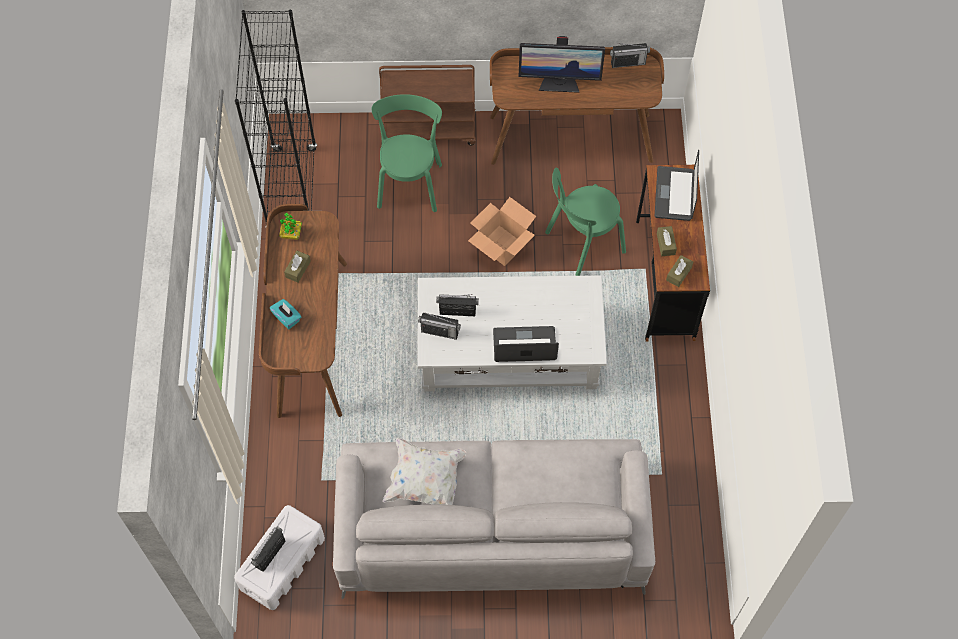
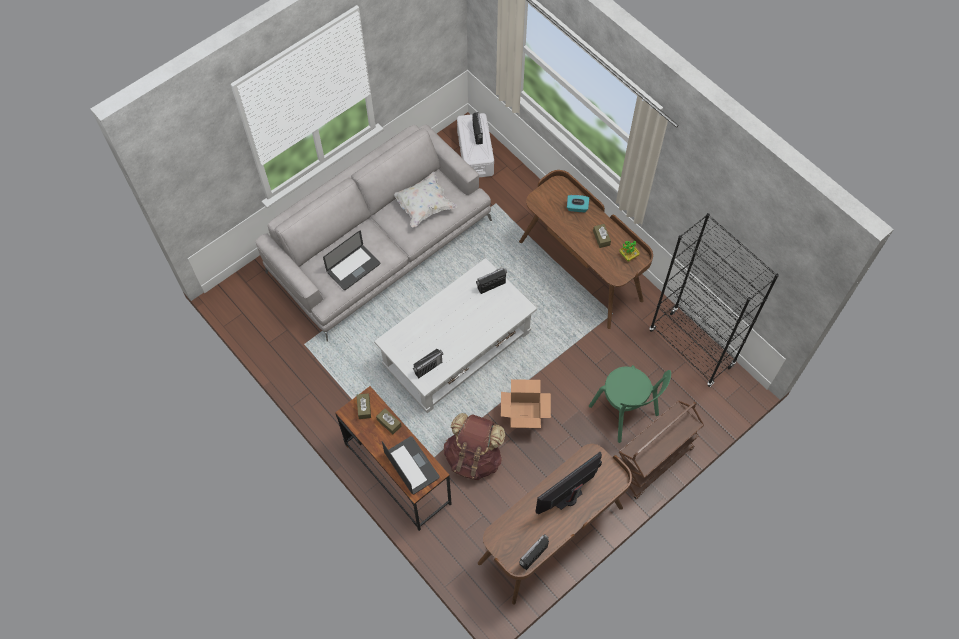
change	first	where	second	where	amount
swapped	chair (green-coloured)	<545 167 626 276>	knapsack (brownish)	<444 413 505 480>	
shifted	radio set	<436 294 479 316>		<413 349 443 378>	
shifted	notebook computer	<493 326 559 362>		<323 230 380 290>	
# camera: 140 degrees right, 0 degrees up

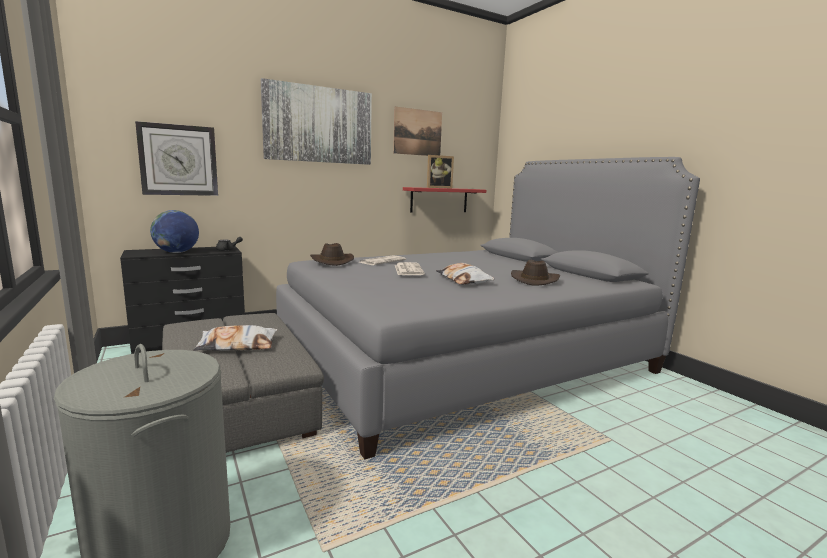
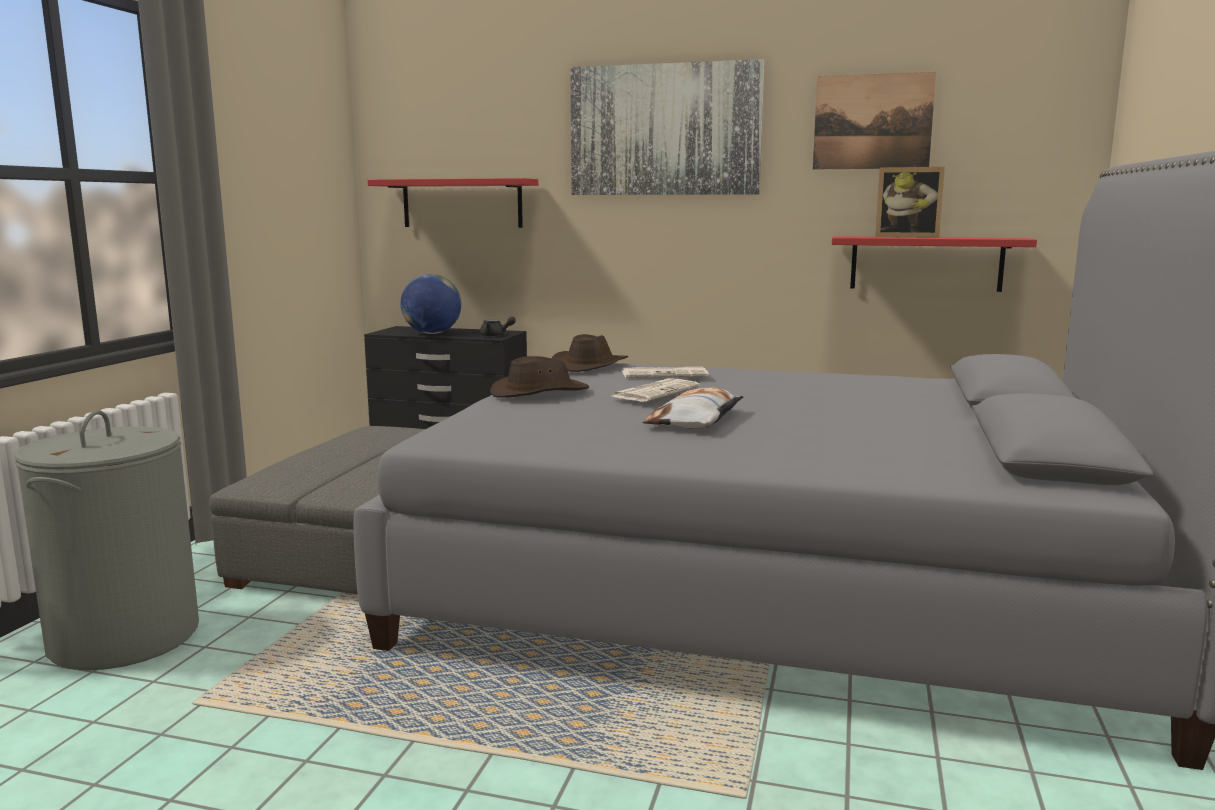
change	first	where	second	where	amount
swapped	hanging clock	<135 121 218 196>	bracket shelf (red)	<368 178 538 228>	
shifted	wearable hat (brownish)	<511 260 560 286>		<490 356 589 398>	
gone	throw pillow	<193 325 278 351>			
# camera: 45 degrees right, 0 degrees up

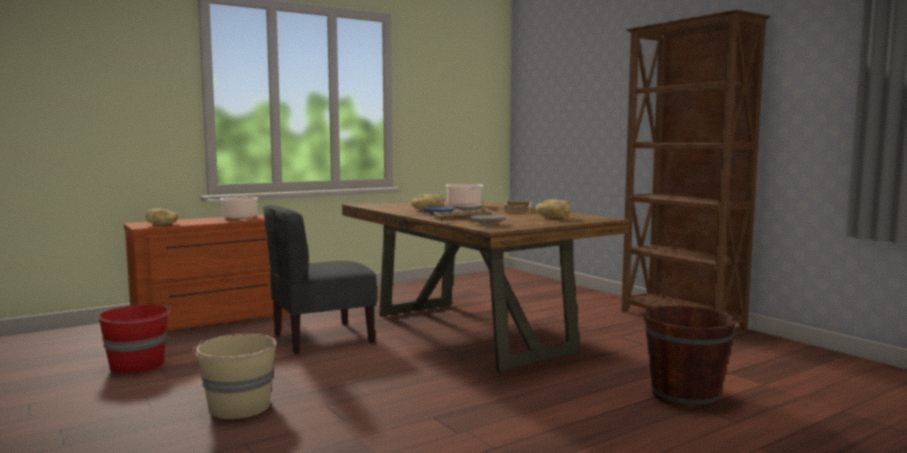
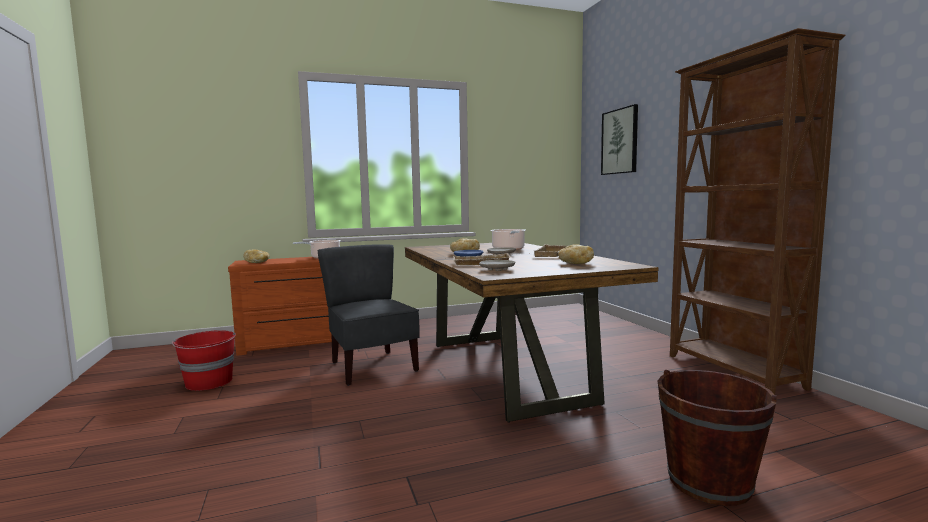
change	first	where	second	where	amount
rotated	chair (grey)	<263 205 377 354>		<317 244 419 386>	75 degrees clockwise
gone	pail (beige-coloured)	<193 334 276 419>			
new			wall art	<601 104 638 175>	
# camera: 15 degrees right, 0 degrees up

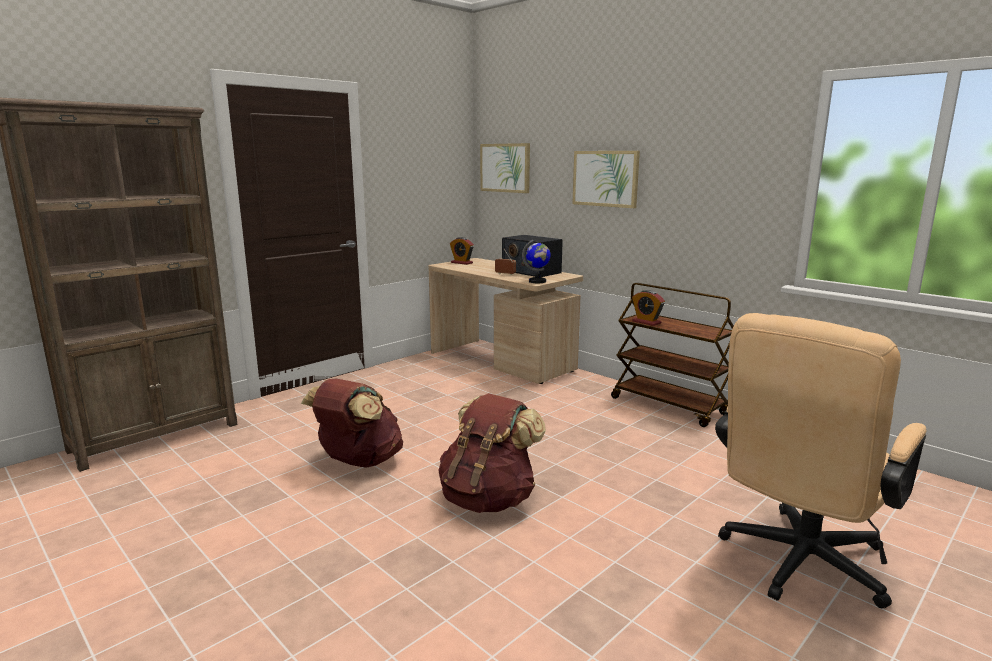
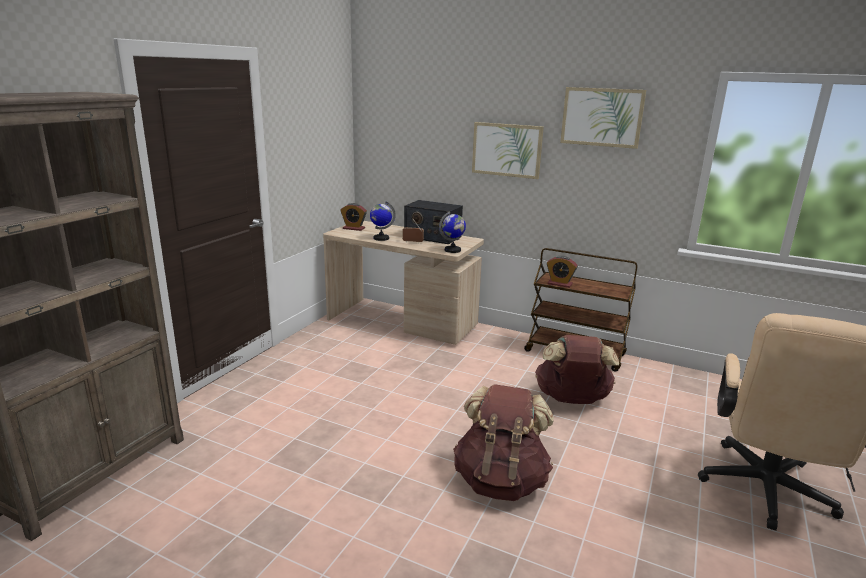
change	first	where	second	where	amount
shifted	wall art	<480 143 530 193>		<560 87 646 149>	
shifted	knapsack (brownish)	<301 379 403 468>		<535 335 619 404>	
new			globe	<370 201 396 241>	
# camera: 20 degrees left, 5 degrees up

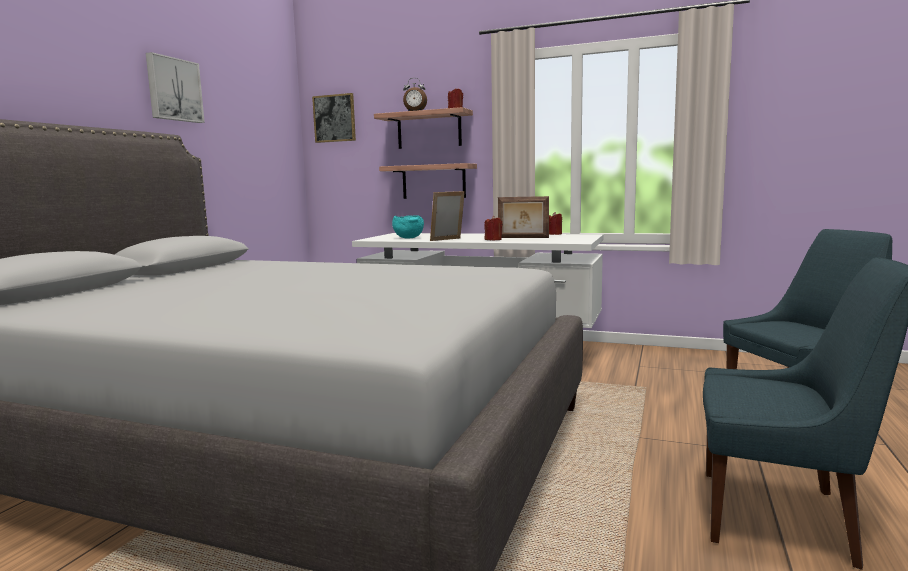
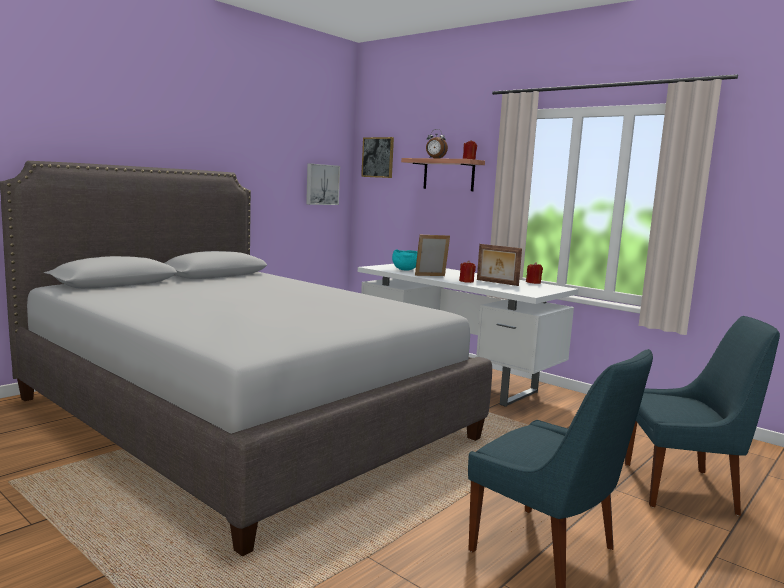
change	first	where	second	where	amount
shifted	wall art	<146 52 205 123>		<306 163 340 205>	
gone	bracket shelf	<379 163 477 199>			
# camera: 20 degrees right, 0 degrees up

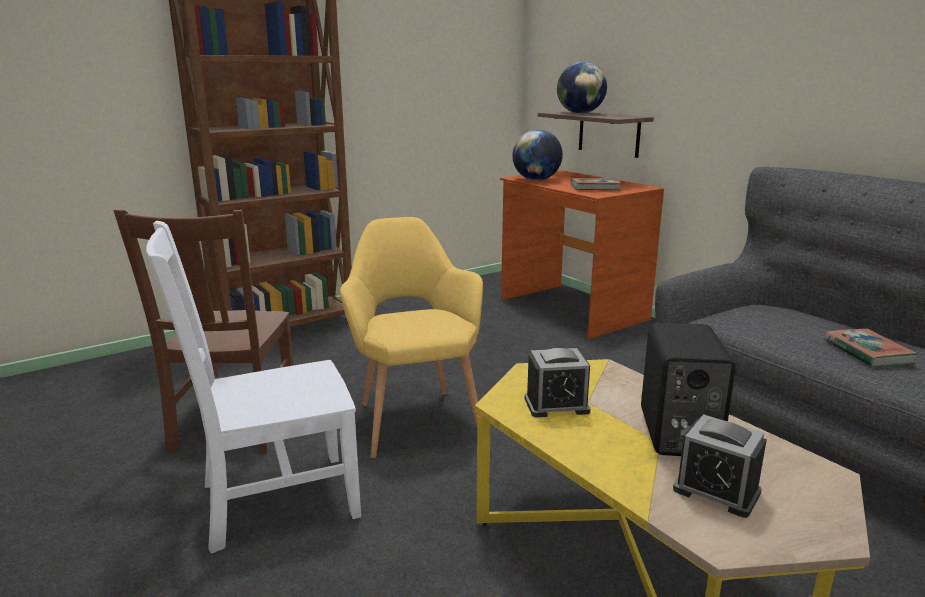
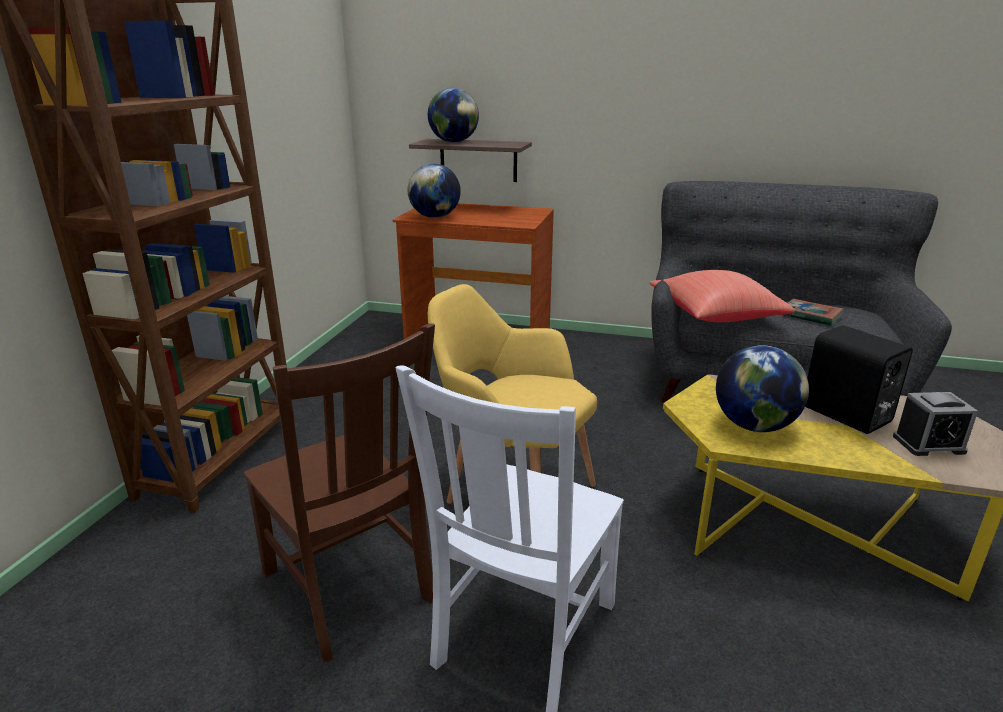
change	first	where	second	where	amount
gone	bound book	<571 178 621 190>			
swapped	table clock	<525 348 591 417>	globe	<716 345 809 432>	
new			throw pillow (red)	<649 270 795 322>	
# camera: 40 degrees left, 5 degrees up

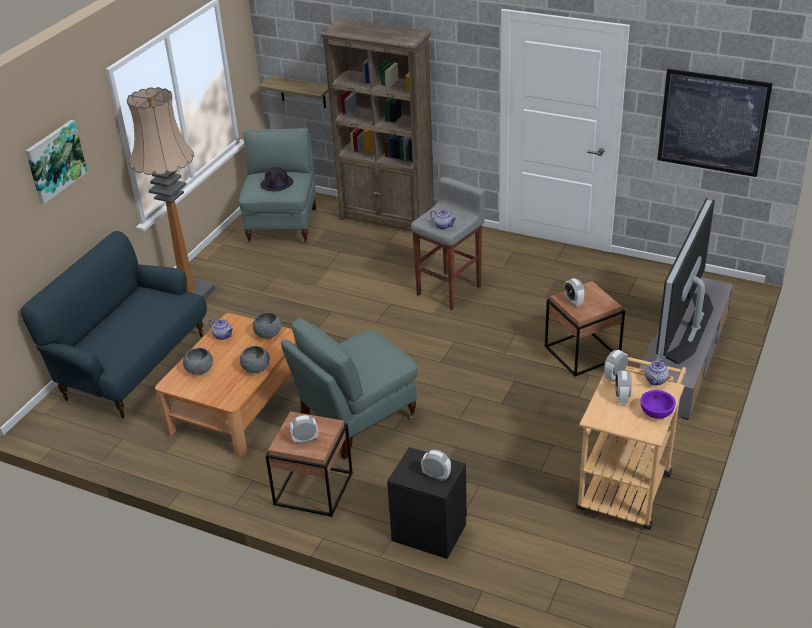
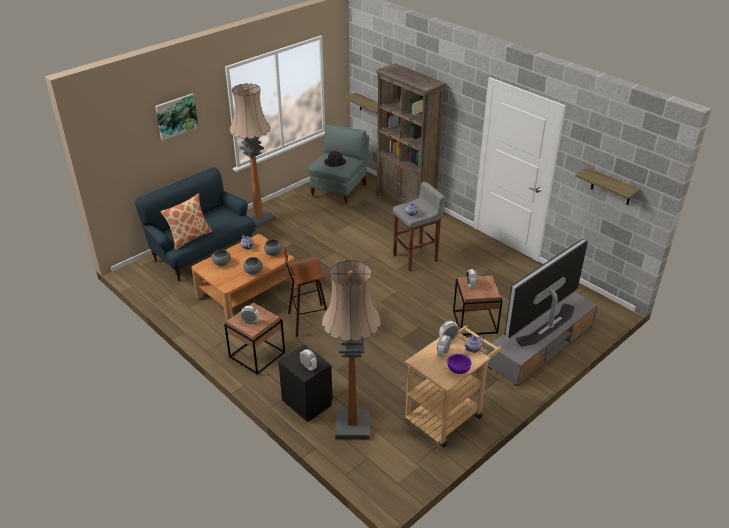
change	first	where	second	where	amount
swapped	wall art	<657 69 773 177>	bracket shelf	<575 167 640 205>	
swapped	armchair (grey)	<281 317 418 460>	stool	<283 247 327 337>	
new			throw pillow	<160 193 212 250>	
new			floor lamp	<322 260 381 439>	
# camera: 20 degrees right, 0 degrees up

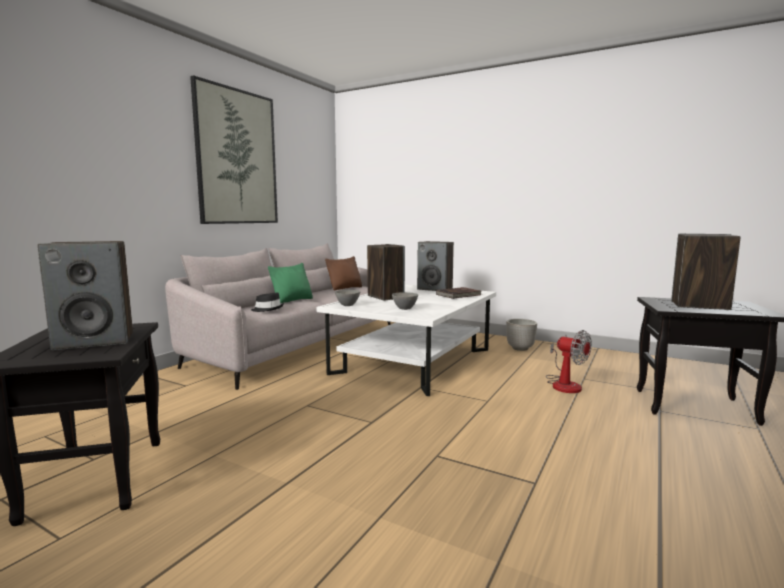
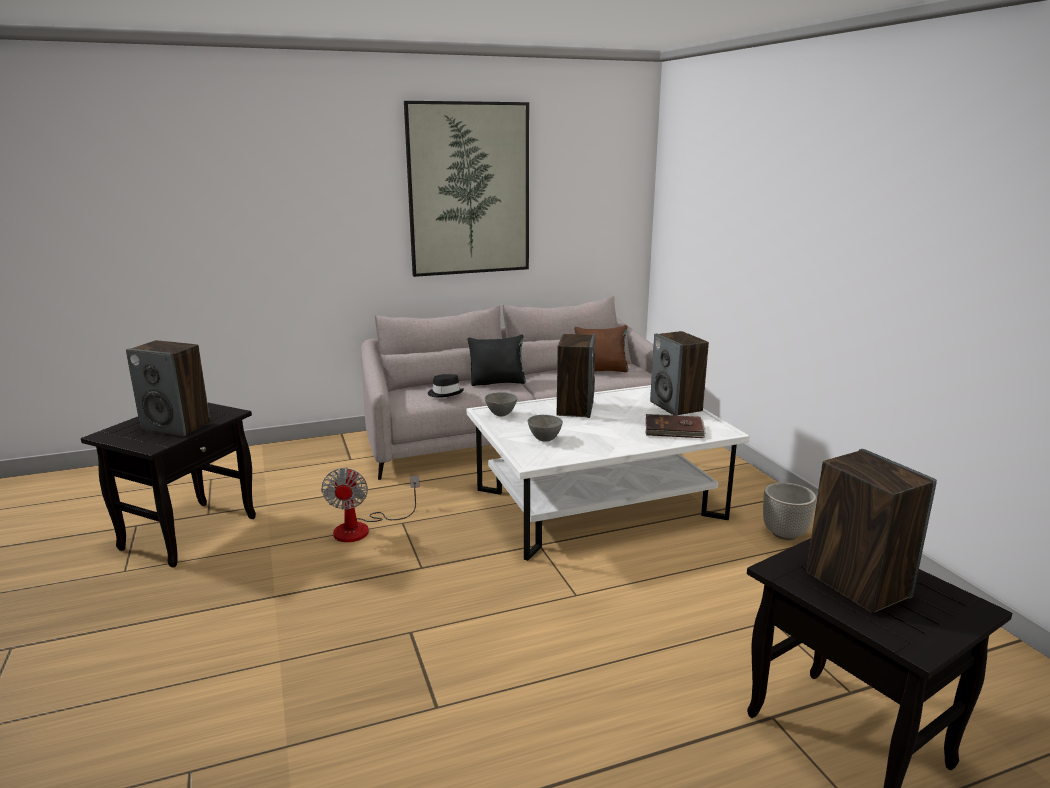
change	first	where	second	where	amount
repainted	throw pillow (green-coloured)	<268 263 313 303>	throw pillow (black)	<467 335 526 386>	
shifted	fan	<546 330 592 393>		<321 467 419 542>	
# camera: 40 degrees right, 10 degrees up

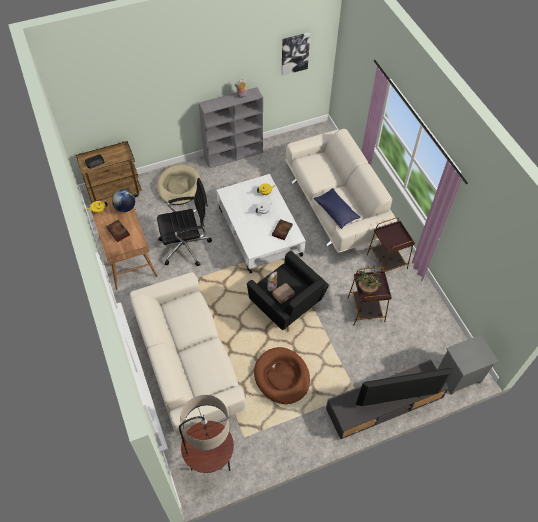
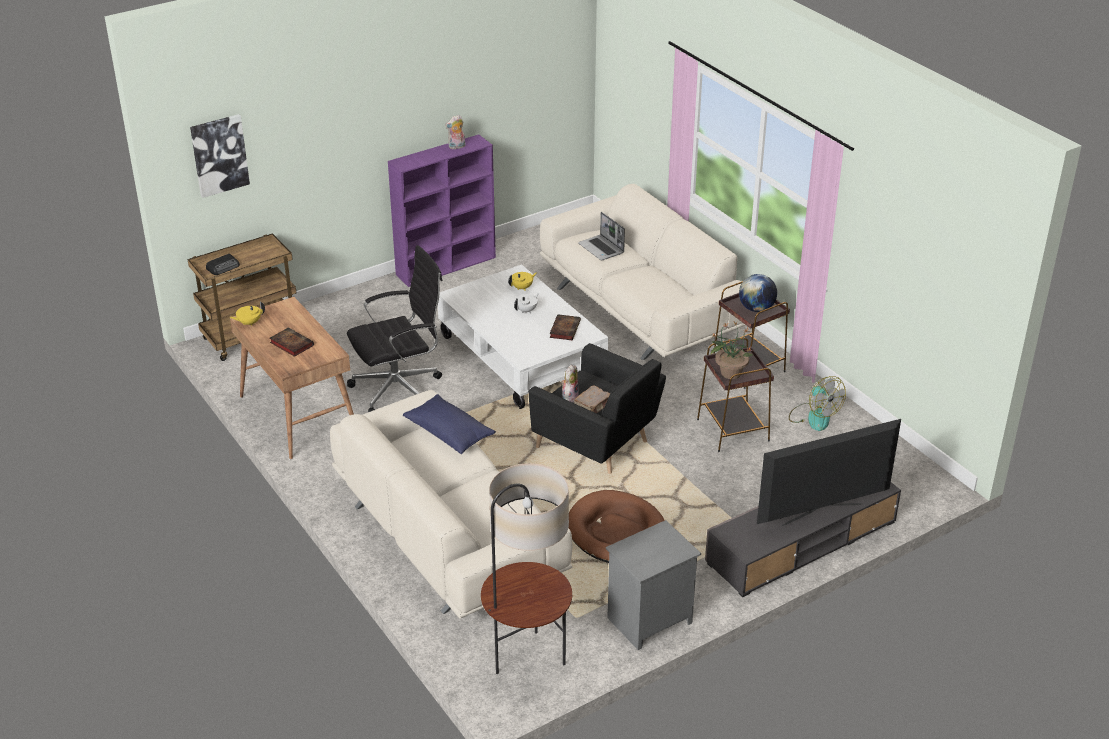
change	first	where	second	where	amount
shifted	wall art	<281 33 310 76>		<190 114 250 198>	
repainted	bookshelf (grey)	<199 87 263 168>	bookshelf (purple-coloured)	<388 134 496 287>	
gone	dog bed (beige-coloured)	<156 164 201 205>			
shifted	throw pillow (blue-coloured)	<314 188 361 229>		<403 394 496 454>	
shifted	globe	<112 189 135 212>		<739 274 777 312>	
shifted	bedside table (grey)	<437 335 499 395>		<606 520 701 650>	
new			notebook computer	<578 212 625 260>	
new			fan	<789 376 846 431>	
# camera: 10 degrees left, 20 degrees down

